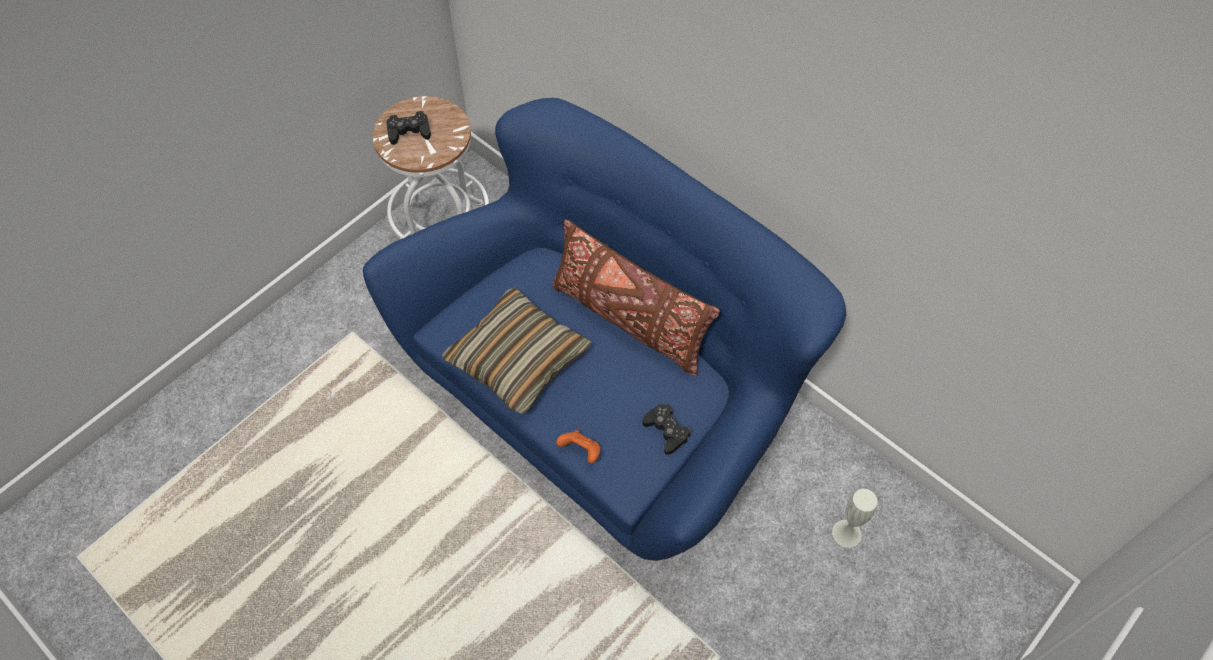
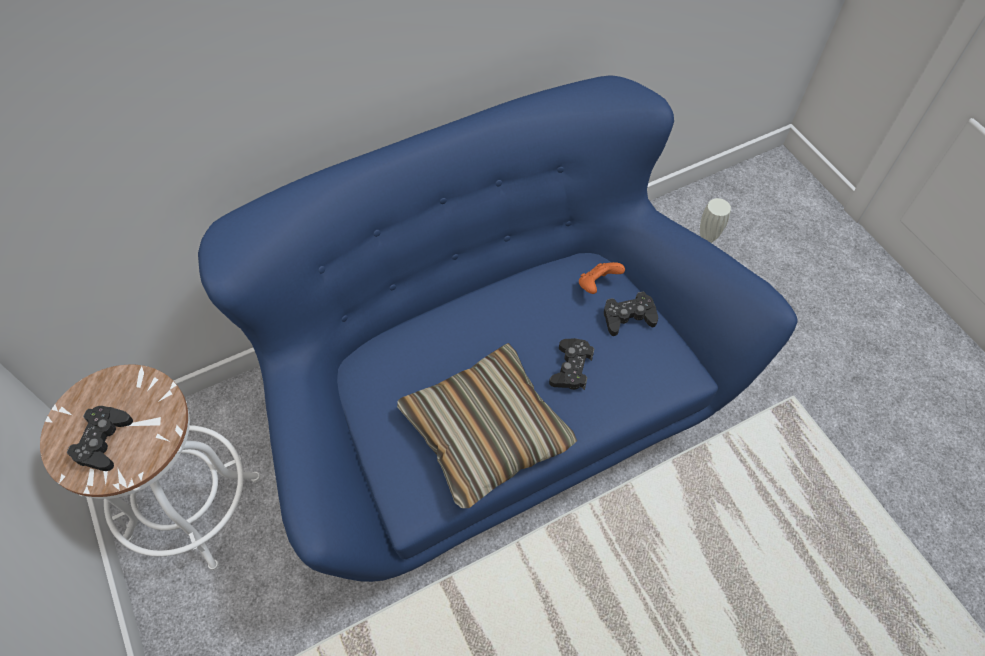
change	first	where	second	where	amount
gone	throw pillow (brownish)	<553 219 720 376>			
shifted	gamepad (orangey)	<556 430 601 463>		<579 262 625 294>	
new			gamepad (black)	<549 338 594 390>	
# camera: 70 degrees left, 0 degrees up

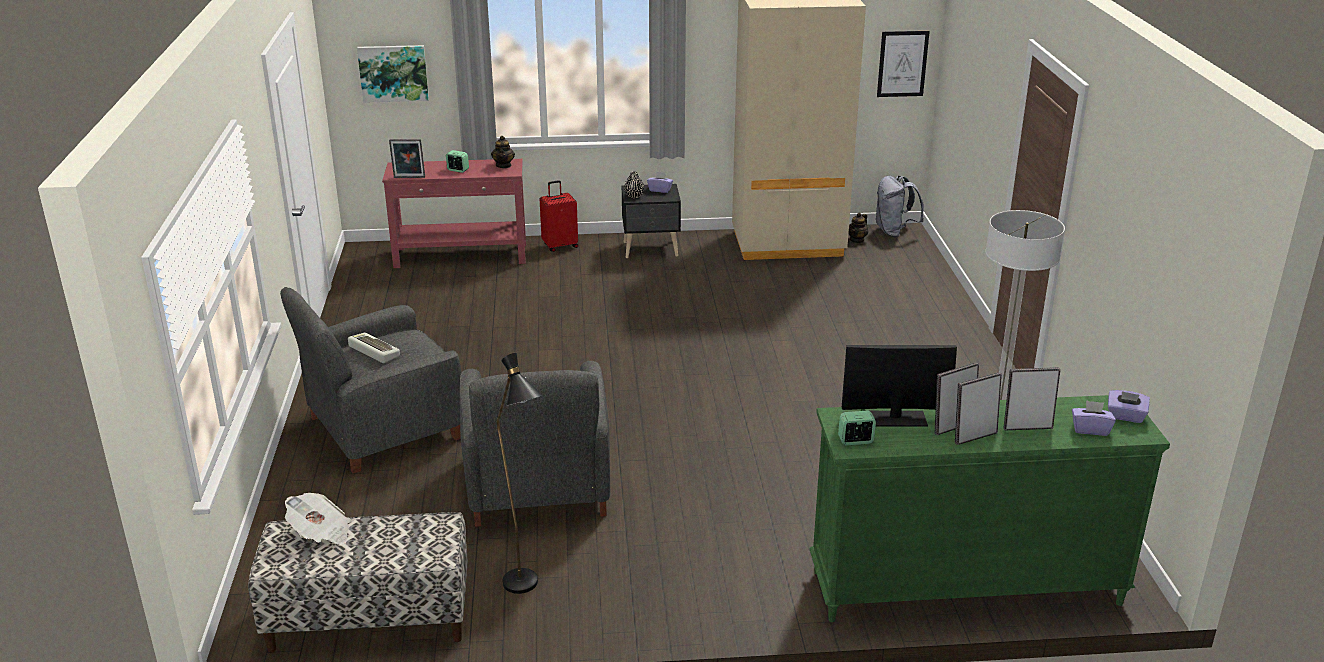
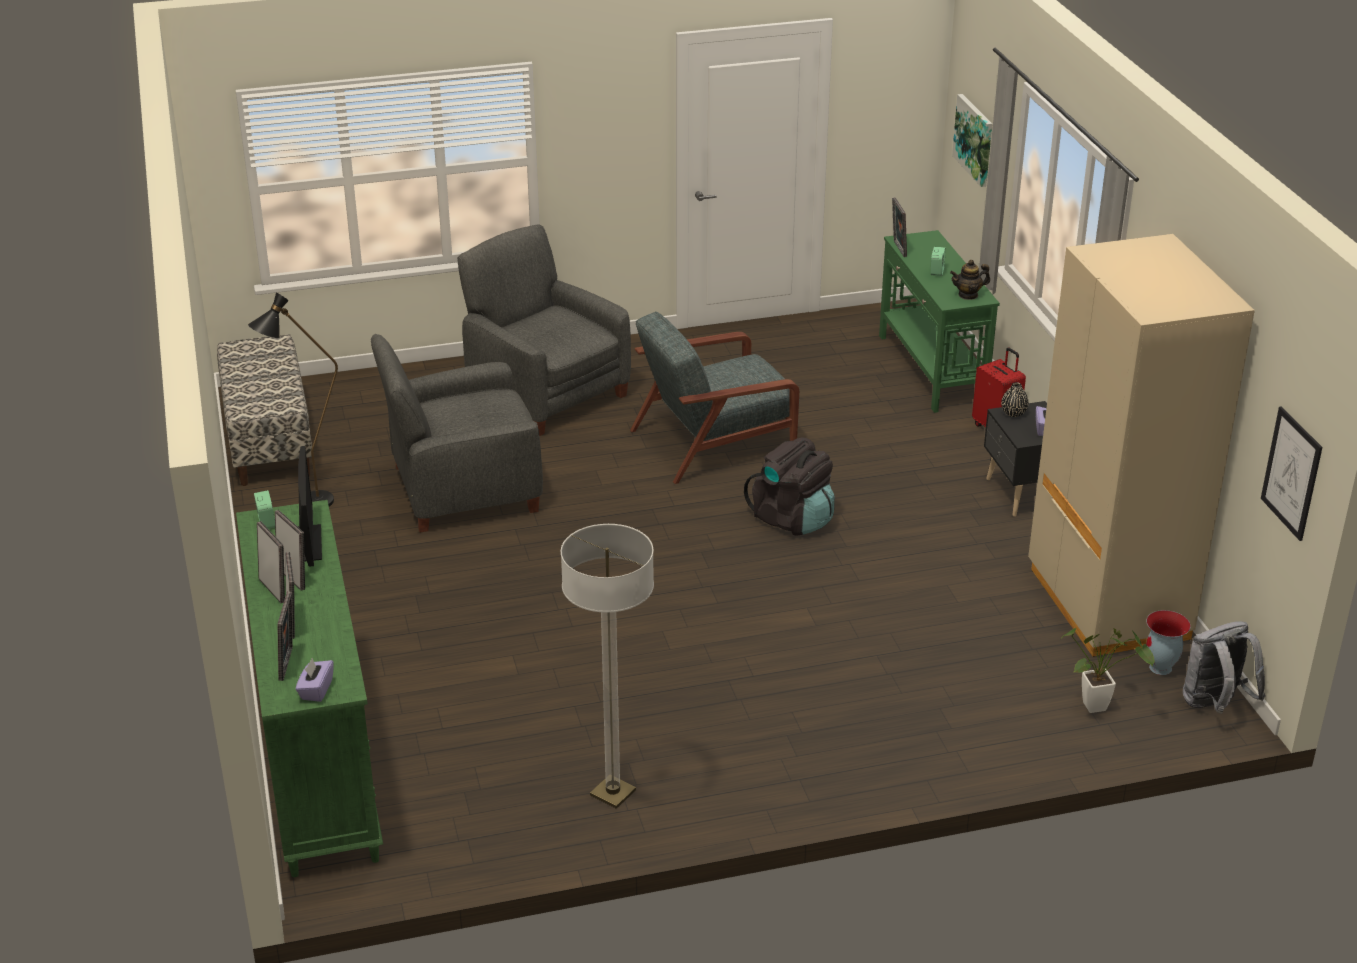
change	first	where	second	where	amount
repainted	narrow table (red)	<382 159 526 268>	narrow table (green-coloured)	<879 230 1000 413>	
swapped	pot for tea	<848 213 868 243>	vase	<1146 610 1191 675>	
gone	computer keyboard	<348 333 400 363>			
swapped	tissue box (purple-coloured)	<1072 400 1116 436>	picture frame	<277 591 293 681>	
gone	printed paper	<285 493 351 545>			
new			armchair (grey)	<630 311 799 484>	
new			knapsack (black)	<744 437 835 536>	
new			plant in a pot	<1061 628 1154 713>	
# camera: 80 degrees right, 5 degrees up

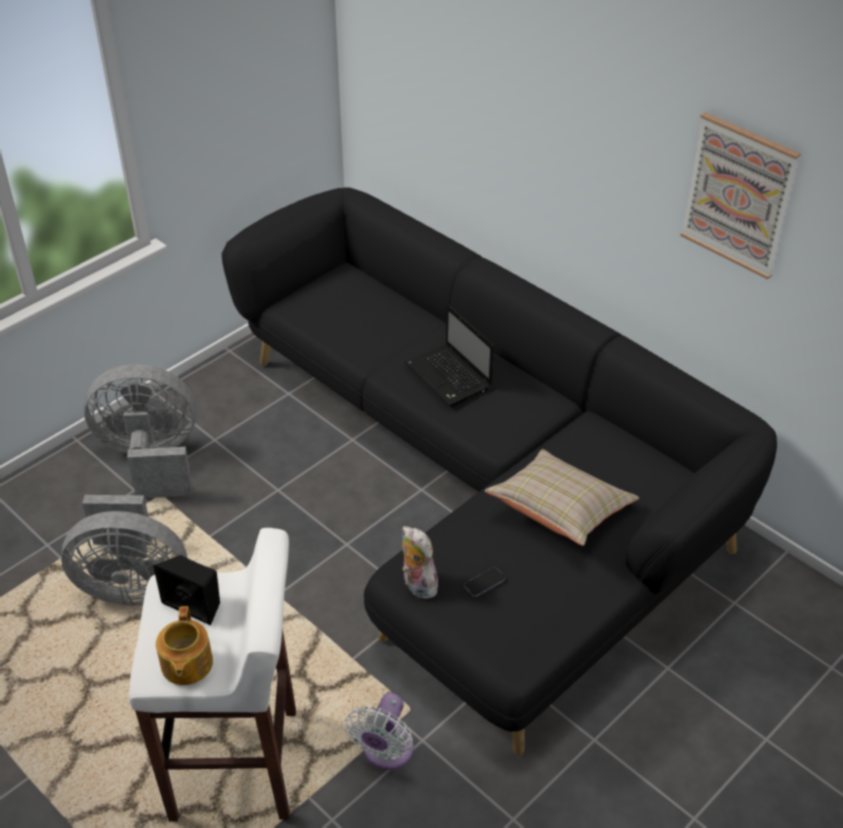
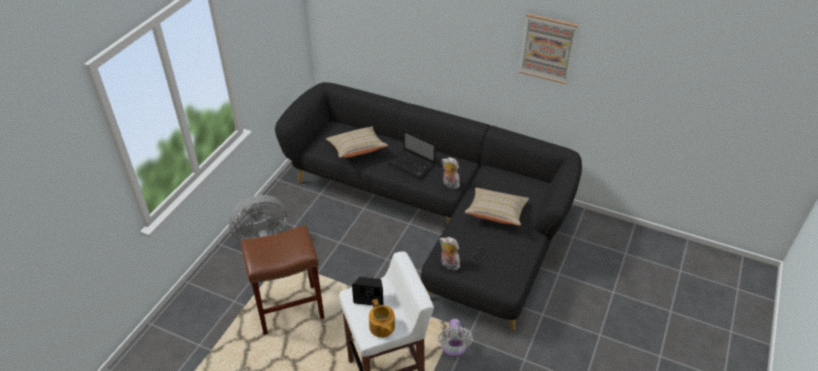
change	first	where	second	where	amount
swapped	fan (grey)	<61 495 187 606>	stool (brownish)	<241 225 324 335>	
new			throw pillow (beige-coloured)	<326 127 388 158>	
new			plush toy	<442 157 460 189>	
# camera: 20 degrees left, 0 degrees up

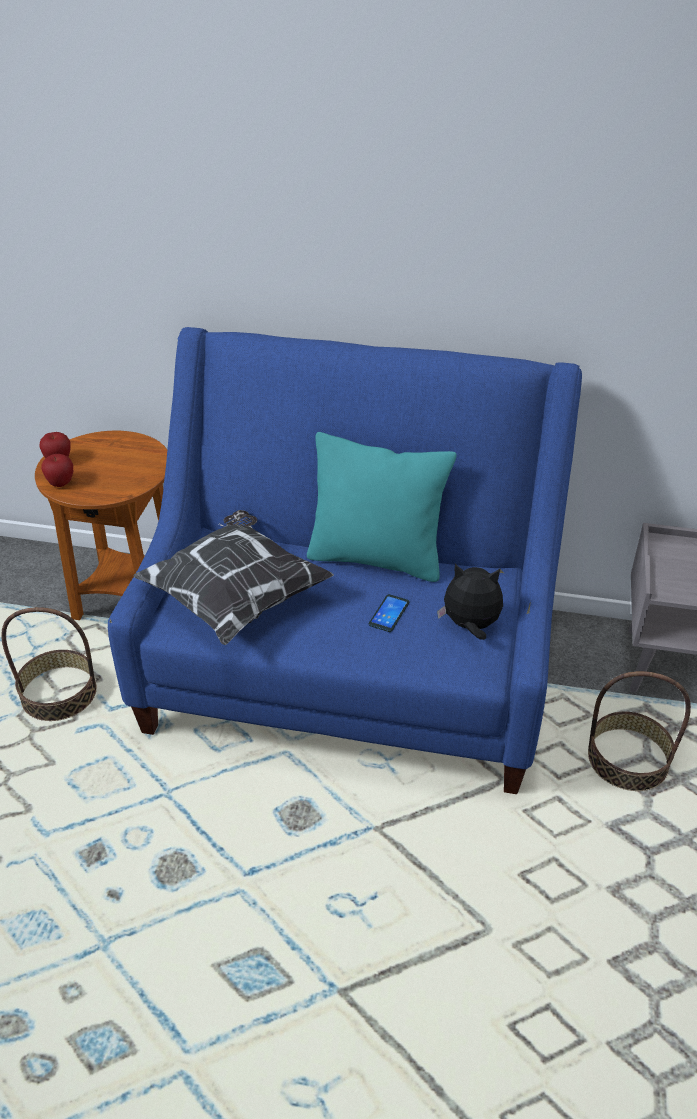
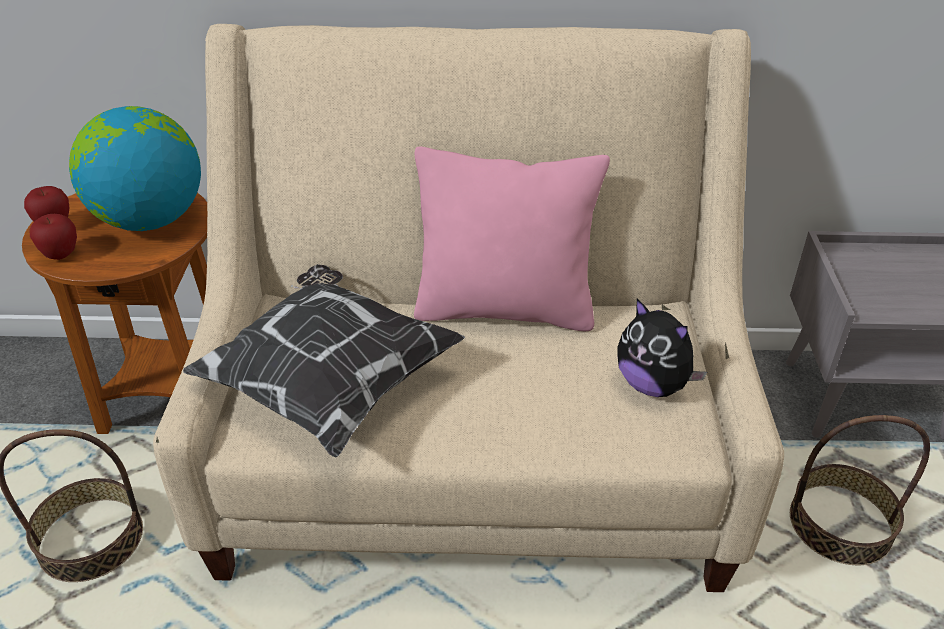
change	first	where	second	where	amount
repainted	settee (blue-coloured)	<108 327 582 794>	settee (beige-coloured)	<153 24 784 592>	
repainted	throw pillow (turquoise-coloured)	<307 432 457 582>	throw pillow (pink)	<414 146 610 331>	
rotated	plush toy	<437 564 503 640>		<617 299 707 397>	135 degrees counterclockwise
gone	telephone	<369 594 410 632>			
new			globe	<69 106 201 231>	
# camera: 10 degrees left, 0 degrees up

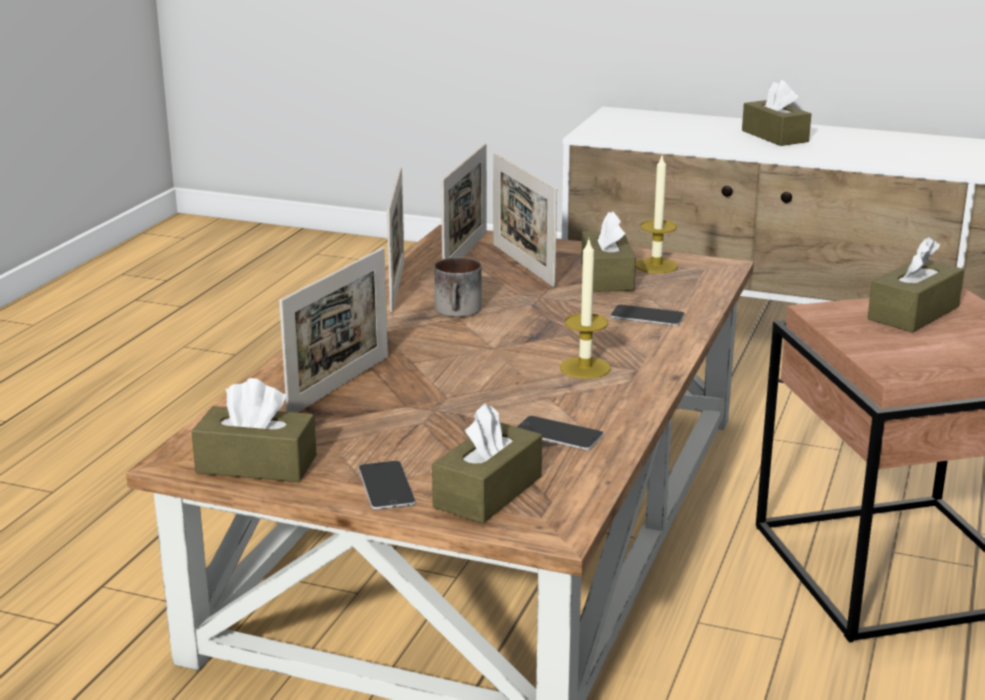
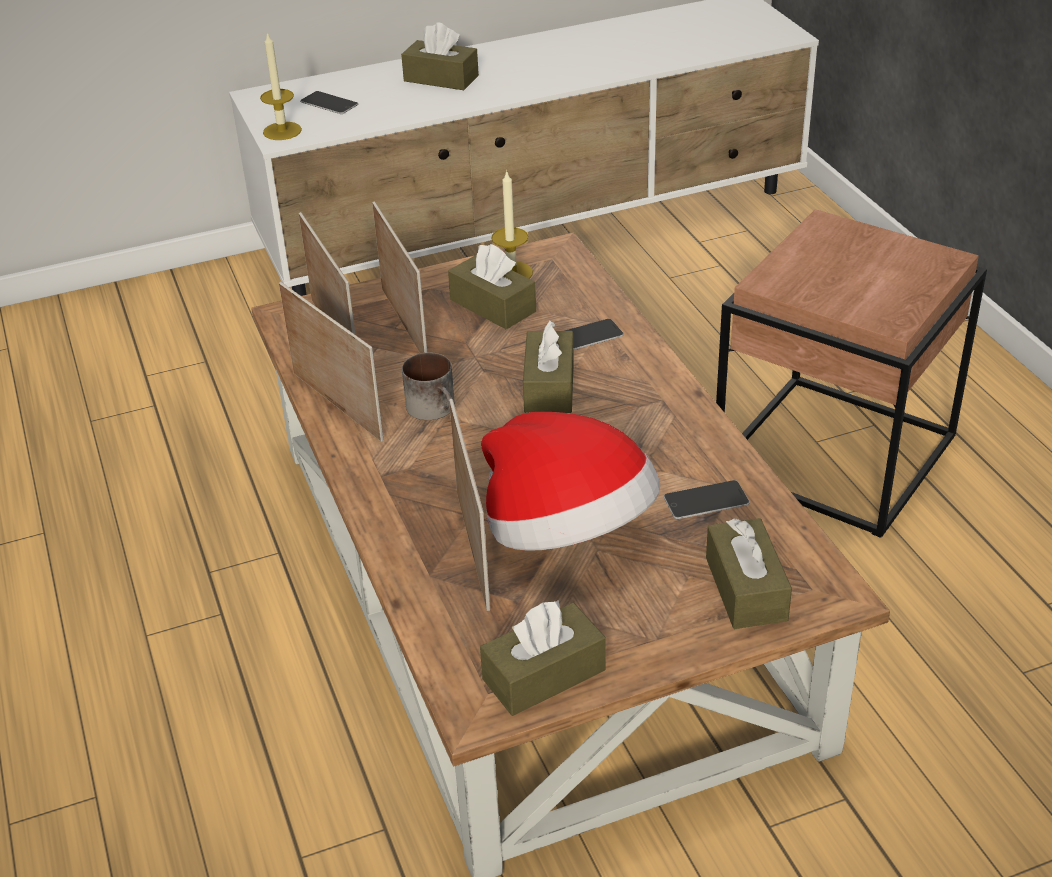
change	first	where	second	where	amount
rotated	picture frame	<493 153 557 287>		<372 201 427 353>	135 degrees counterclockwise
shifted	tissue box (brownish)	<868 237 964 333>		<523 321 574 413>	
shifted	wax light	<560 240 611 379>		<260 32 302 140>	
shifted	telephone	<358 461 416 510>		<300 91 358 114>	
new			wearable hat	<481 412 660 551>	
# camera: 40 degrees left, 15 degrees up

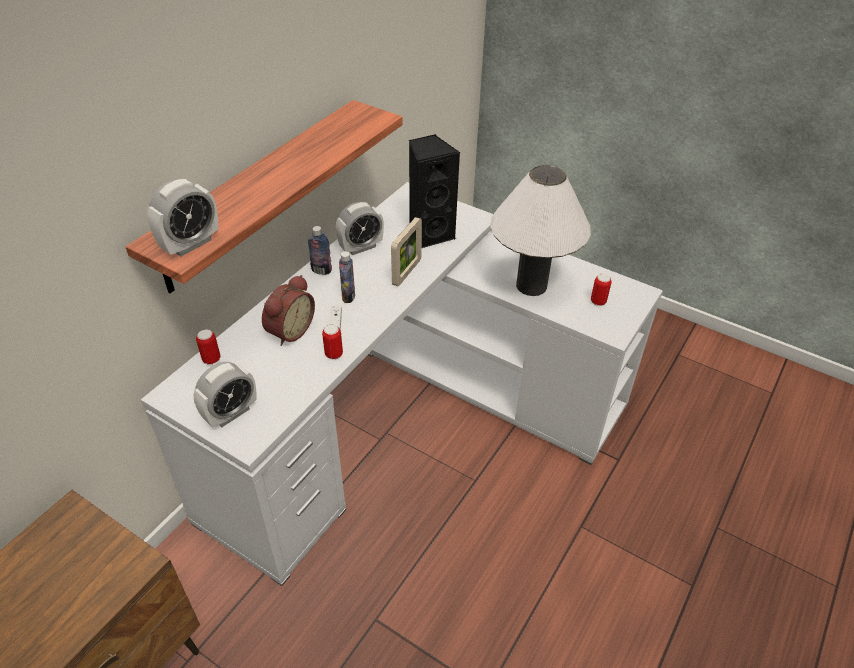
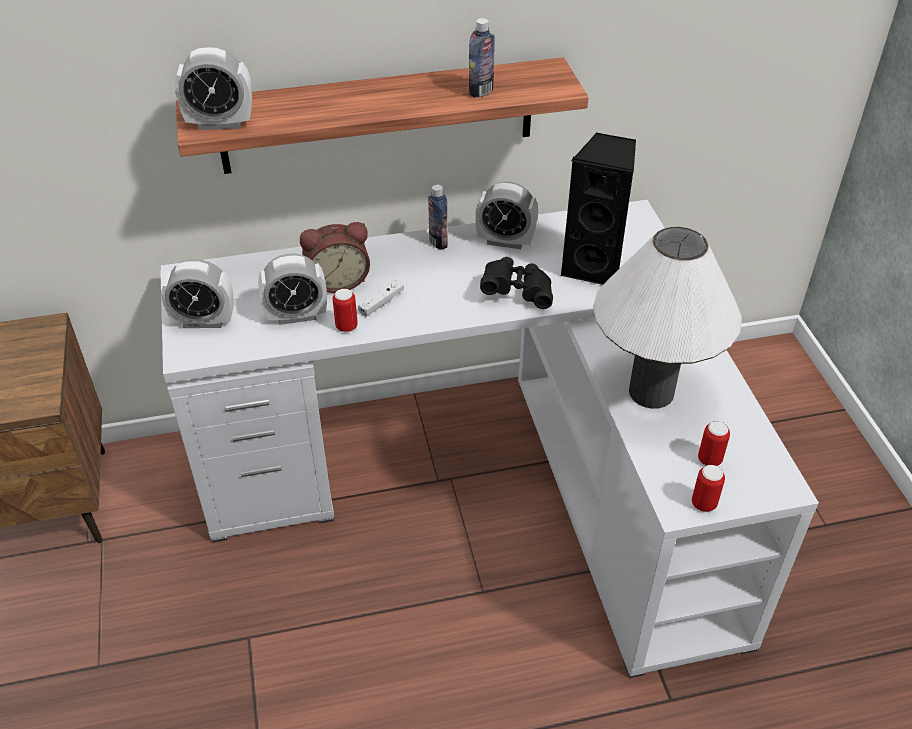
change	first	where	second	where	amount
swapped	picture frame	<391 217 422 286>	field glasses (black)	<480 257 553 309>	
shifted	bottle	<339 251 355 303>		<469 18 495 98>	
shifted	can	<196 329 220 364>		<692 465 725 512>	
new			table clock	<258 254 327 325>	
# camera: 45 degrees right, 0 degrees up

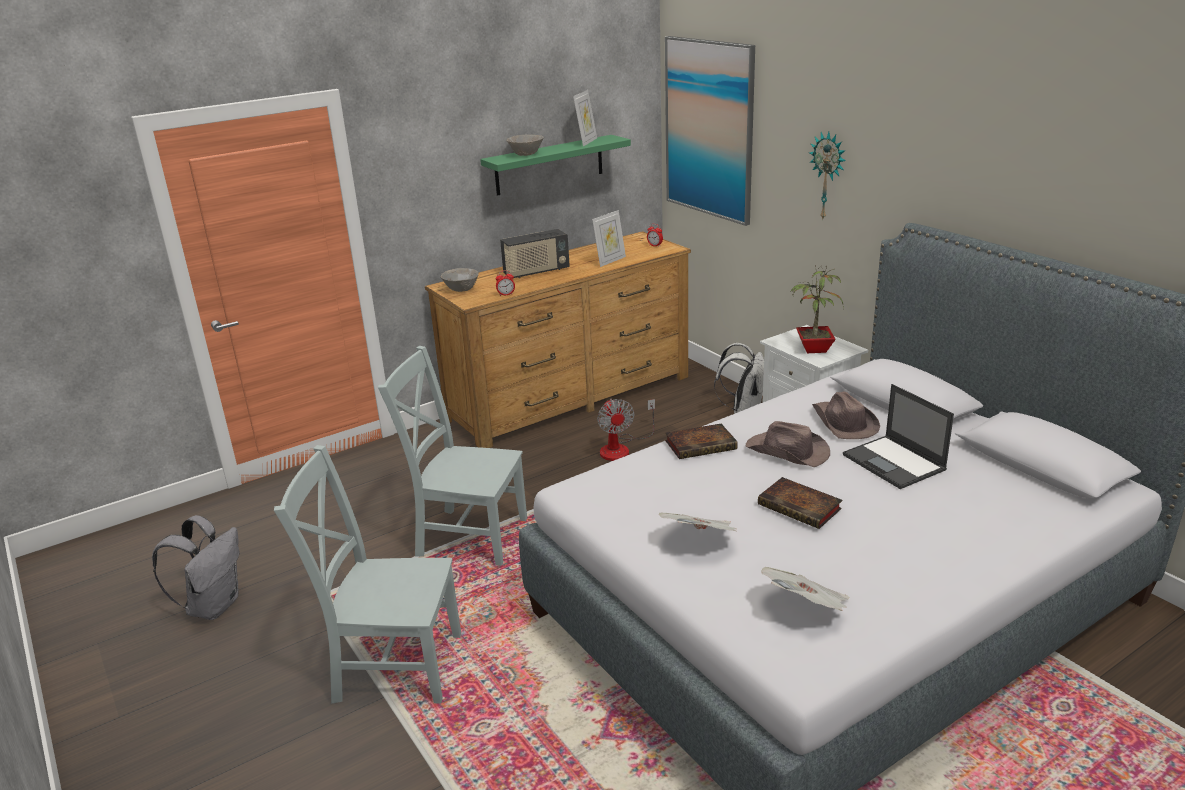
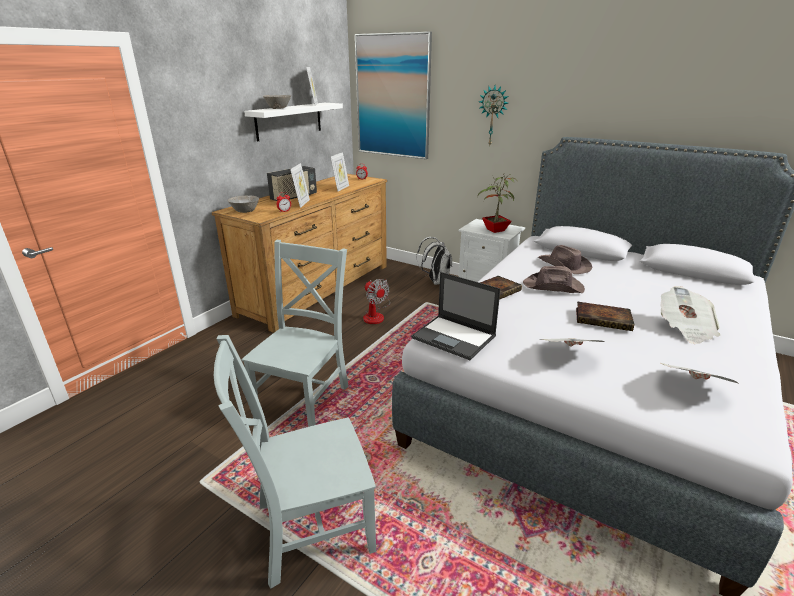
change	first	where	second	where	amount
repainted	bracket shelf (green-coloured)	<480 135 631 196>	bracket shelf (whitish)	<244 103 343 141>	
rotated	chair (grey)	<378 346 527 566>		<241 240 349 427>	120 degrees clockwise
shifted	notebook computer	<843 384 954 489>		<411 272 501 360>	
gone	knapsack (grey)	<152 515 239 620>			
new			picture frame	<290 163 310 208>	
new			printed paper	<660 286 720 344>	
# camera: 25 degrees left, 0 degrees up

